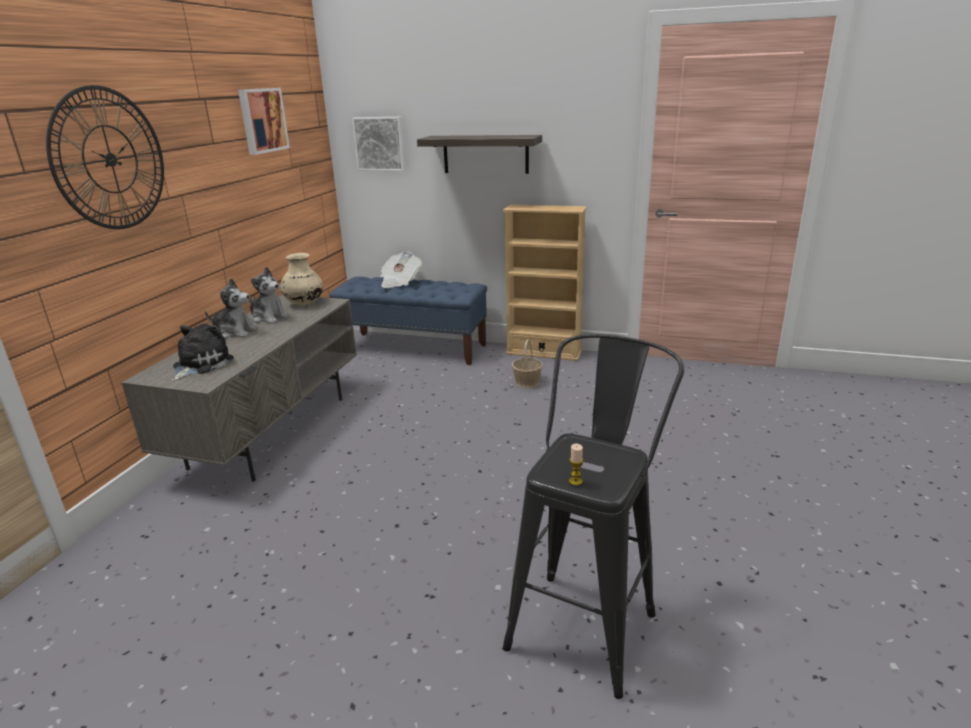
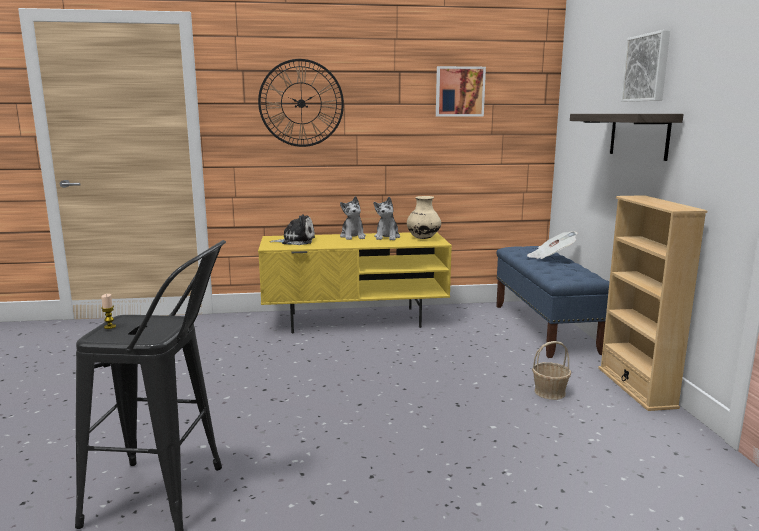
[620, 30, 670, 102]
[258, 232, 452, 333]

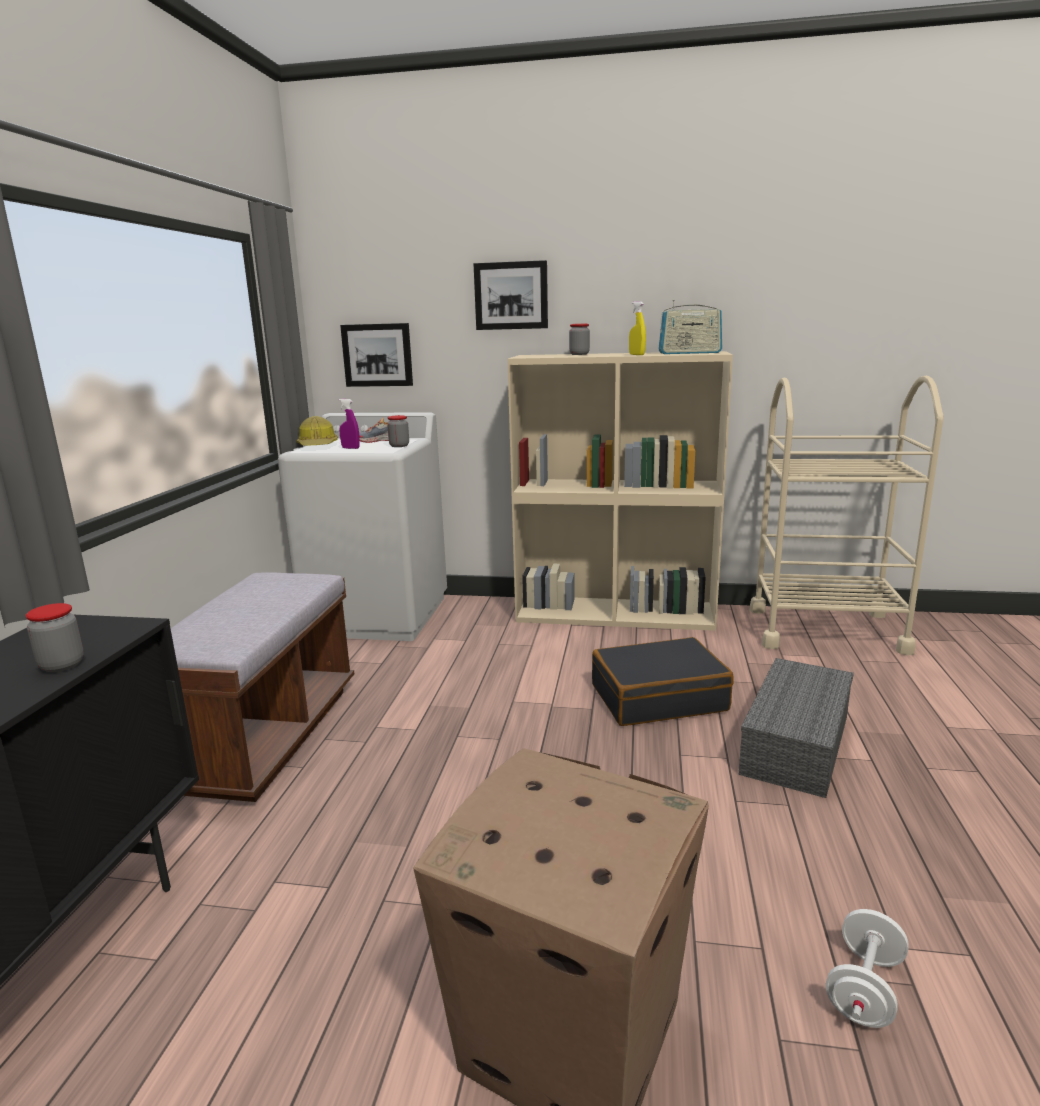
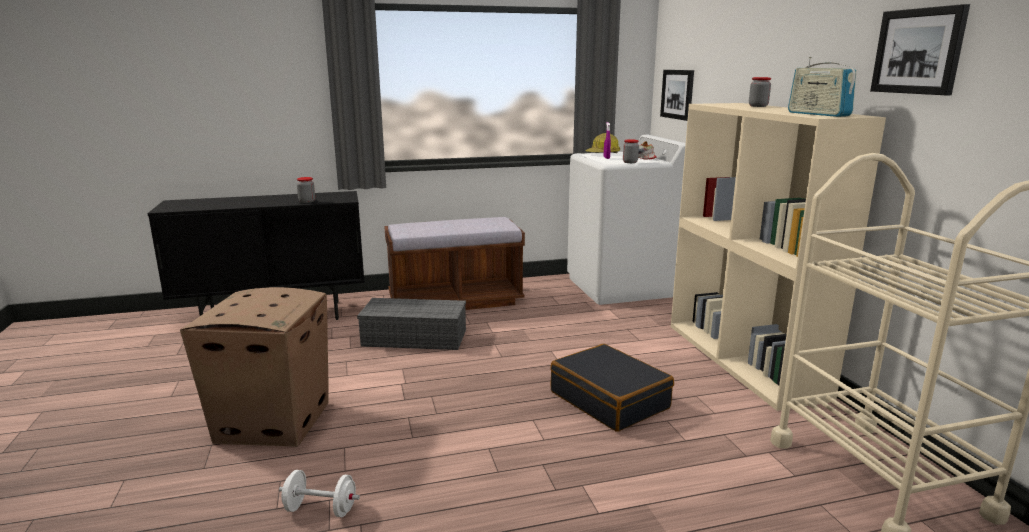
[870, 4, 970, 95]
[629, 301, 646, 355] (first image)
[357, 298, 466, 350]

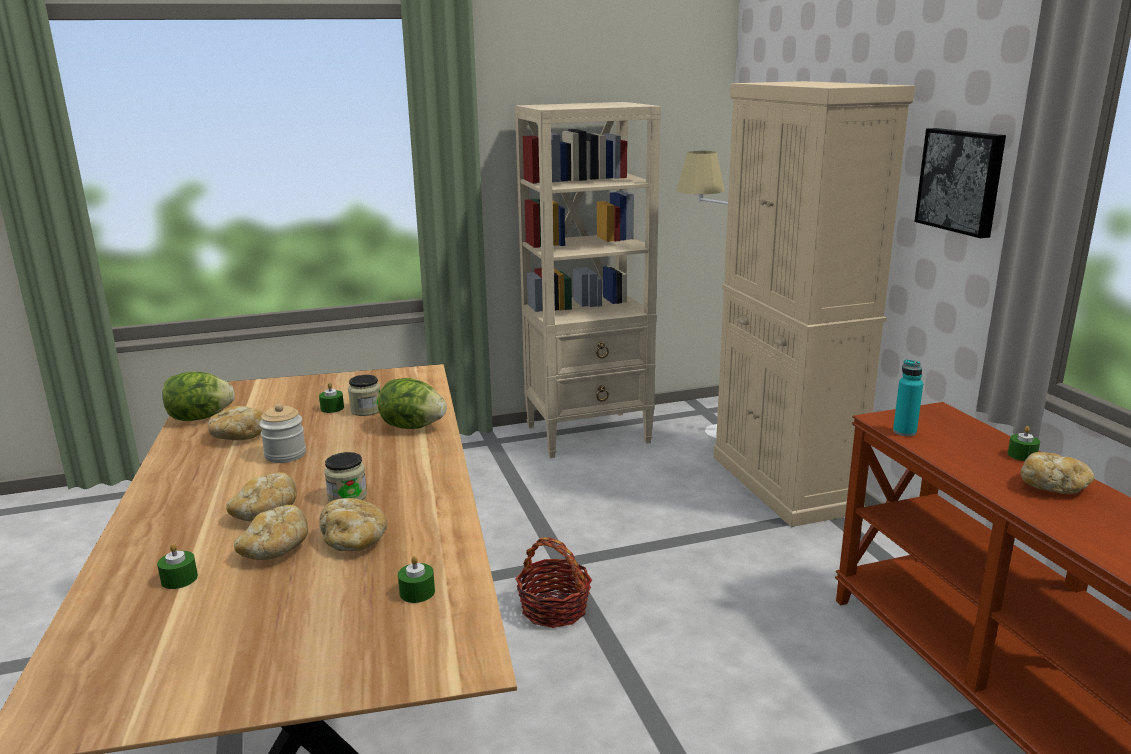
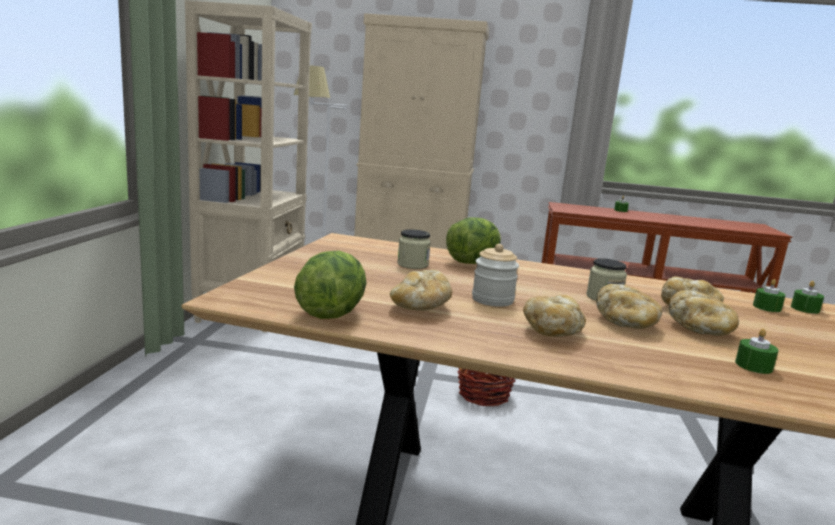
[914, 128, 1006, 238] (first image)
[893, 360, 923, 436] (first image)
[791, 281, 824, 314]
[523, 295, 586, 337]

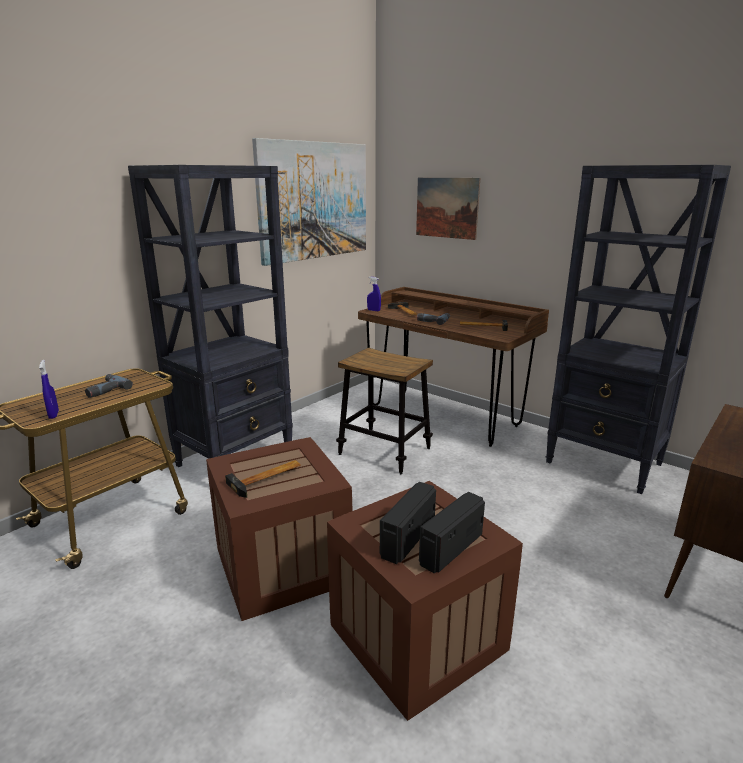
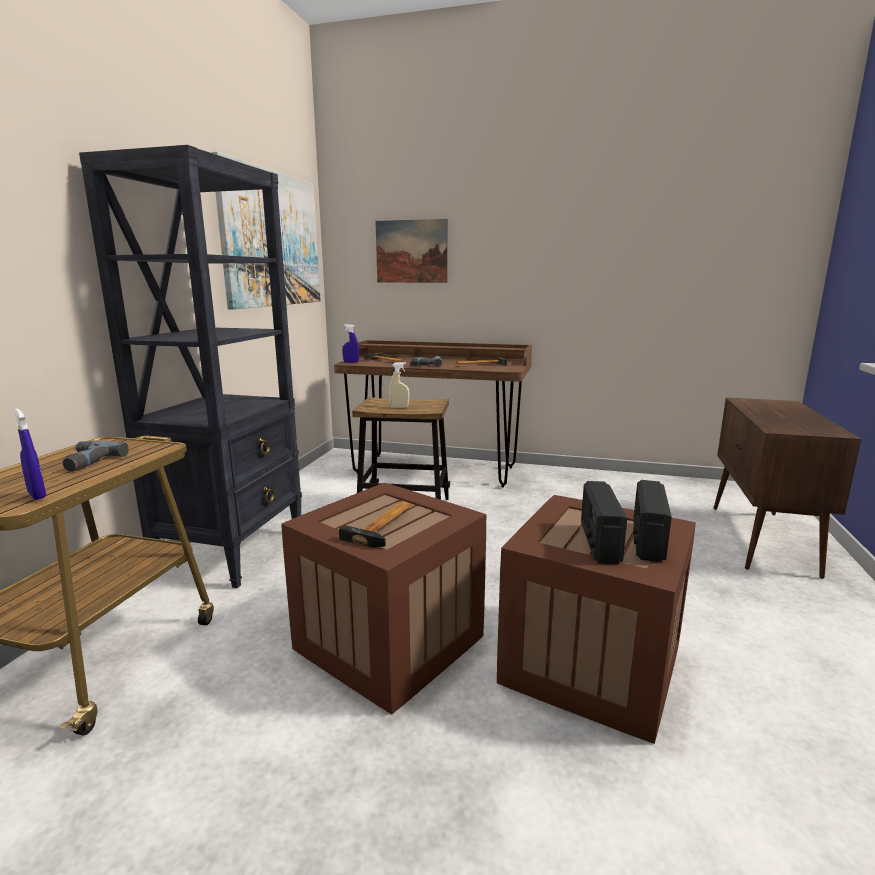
[546, 165, 731, 494] (first image)
[389, 362, 409, 408]

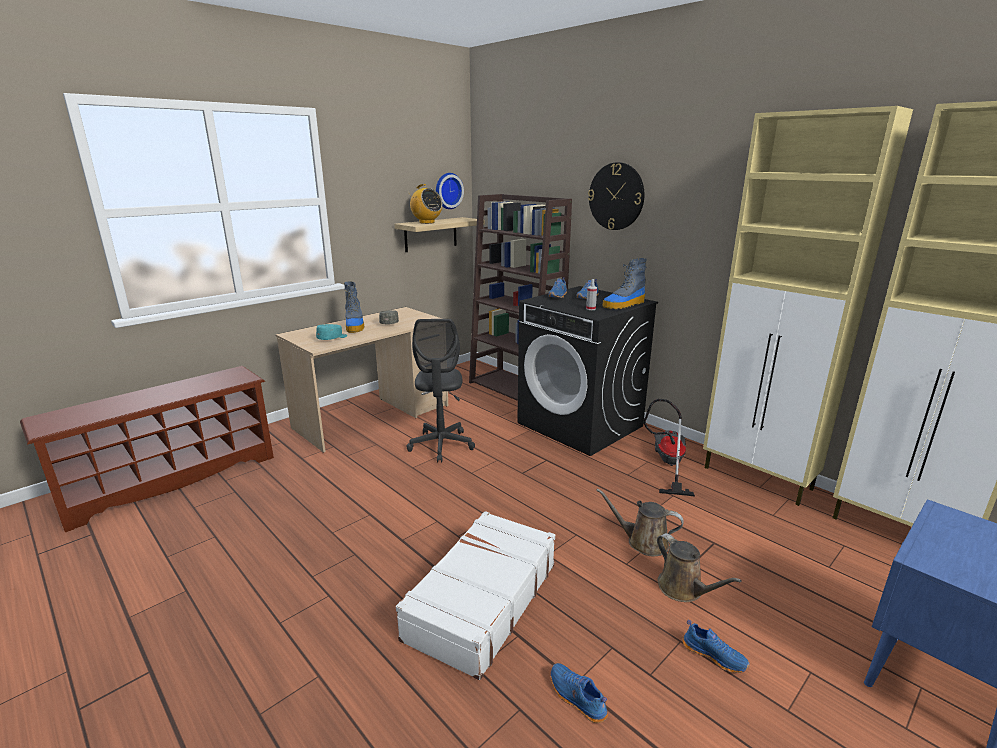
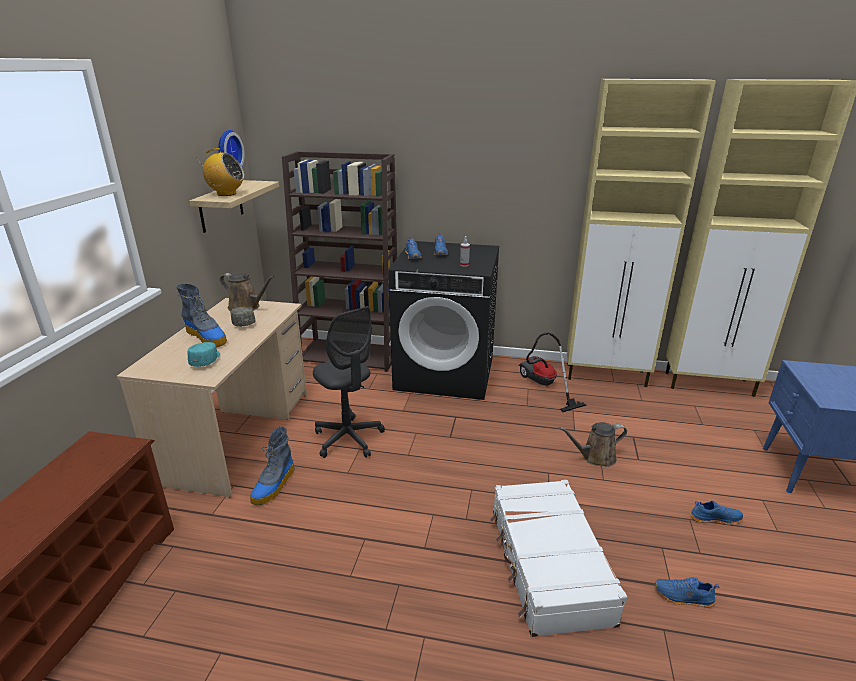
[588, 162, 644, 230] (first image)
[250, 426, 295, 505]
[220, 273, 274, 312]

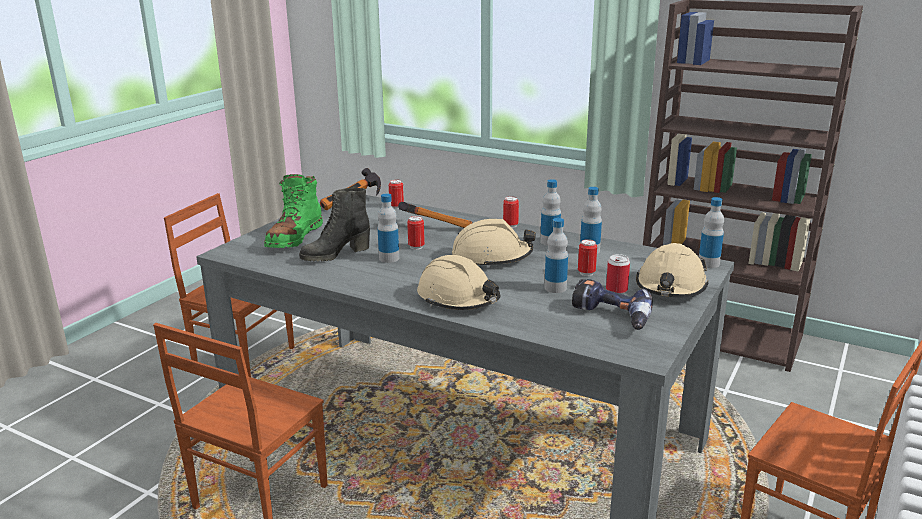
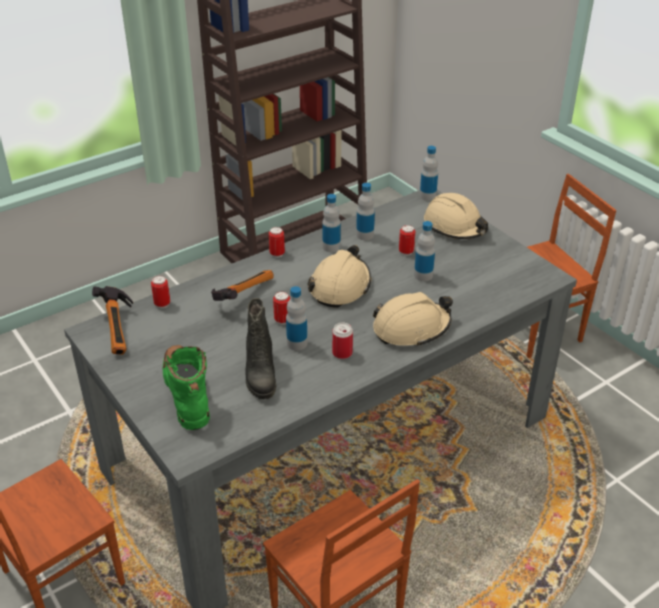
[162, 345, 210, 430]
[332, 323, 353, 359]
[572, 279, 653, 330] (first image)

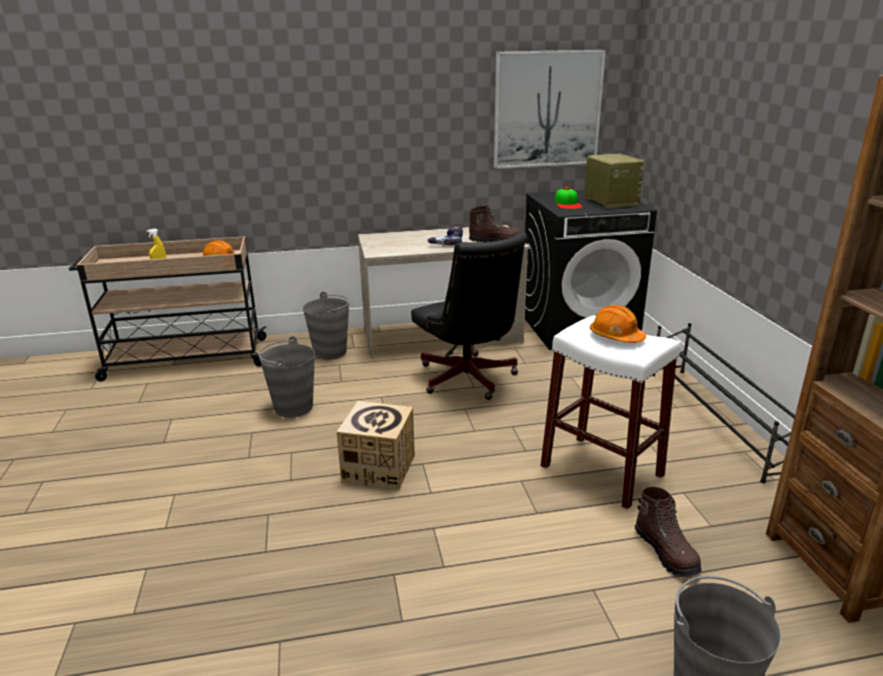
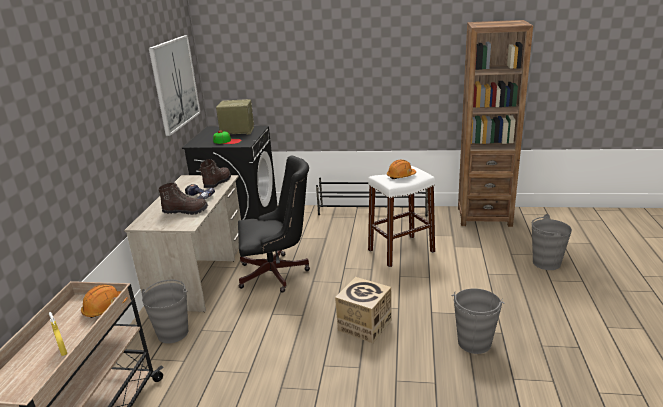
[452, 289, 505, 354]
[158, 183, 208, 215]

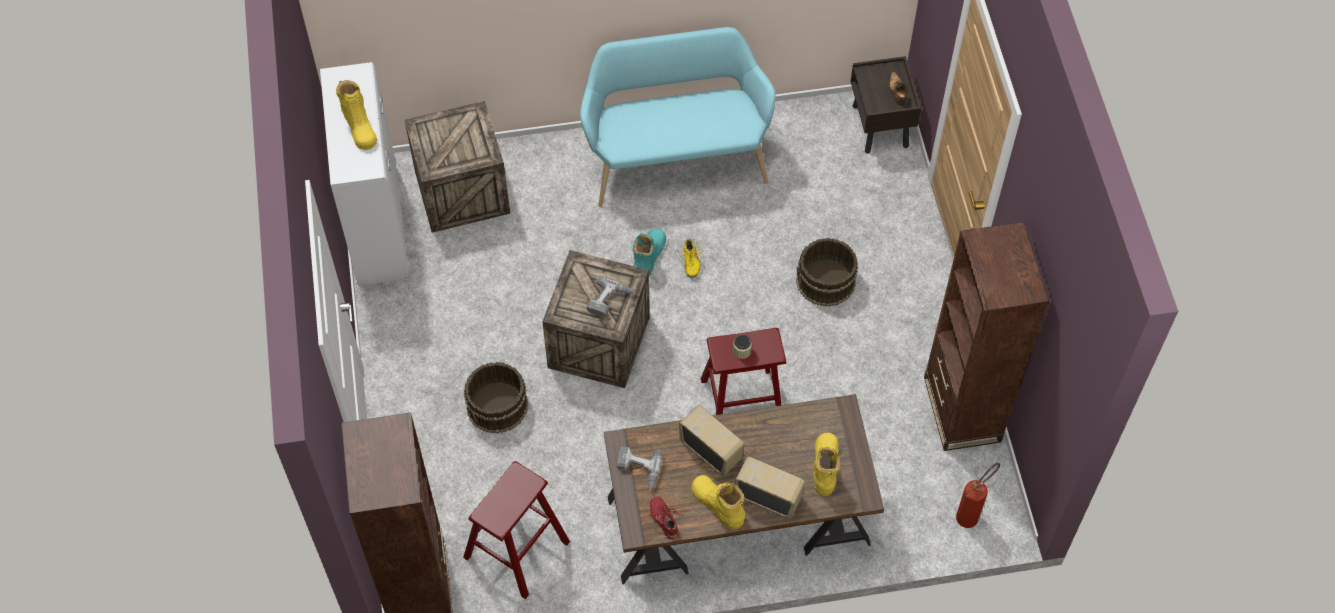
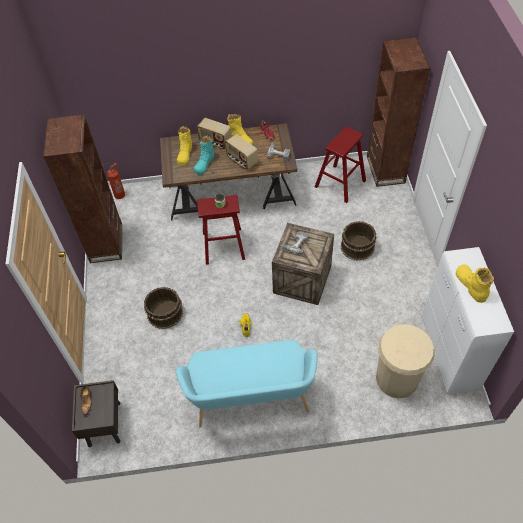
[376, 324, 435, 398]
[193, 135, 215, 175]

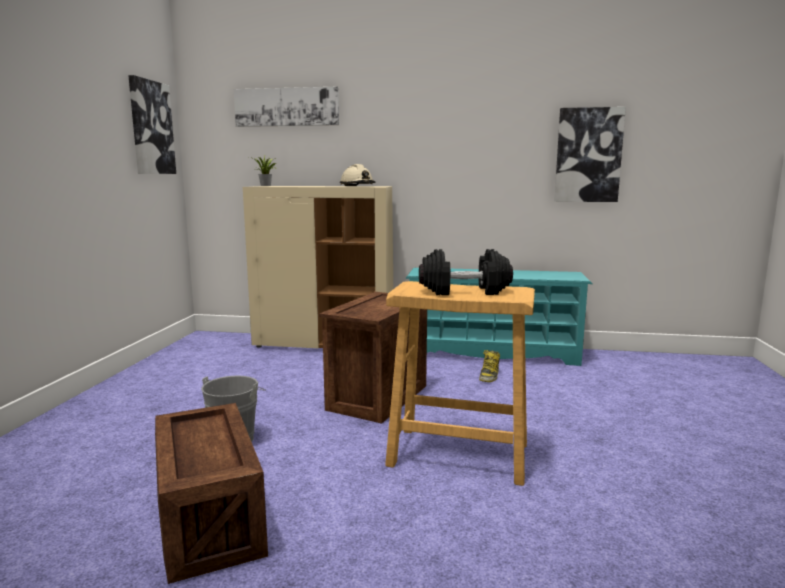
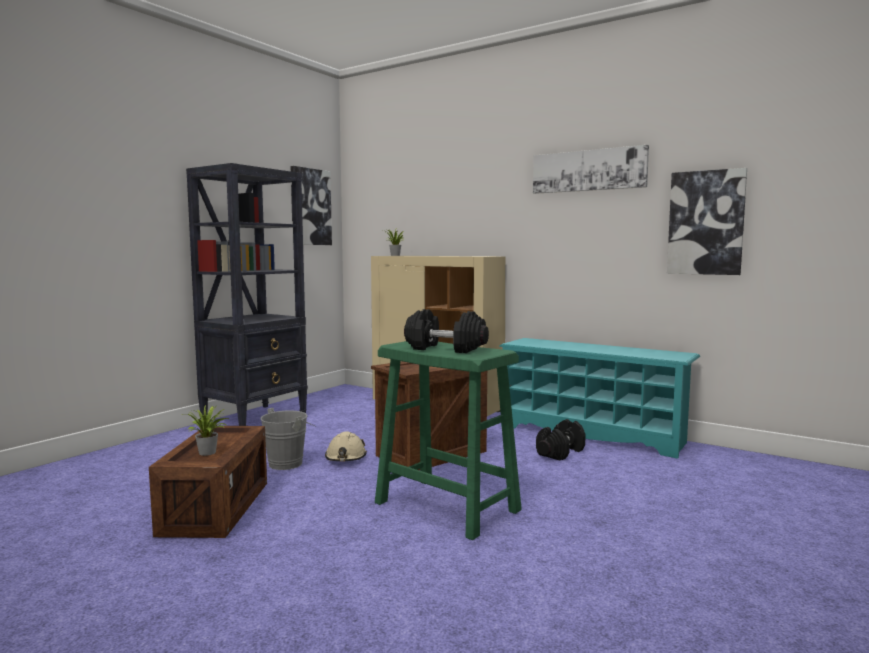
[533, 145, 649, 194]
[325, 432, 367, 461]
[375, 341, 522, 540]
[536, 419, 585, 461]
[186, 163, 308, 426]
[182, 404, 229, 456]

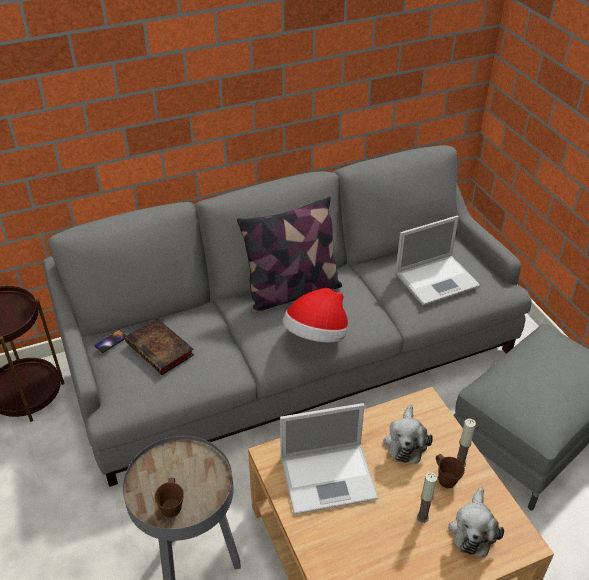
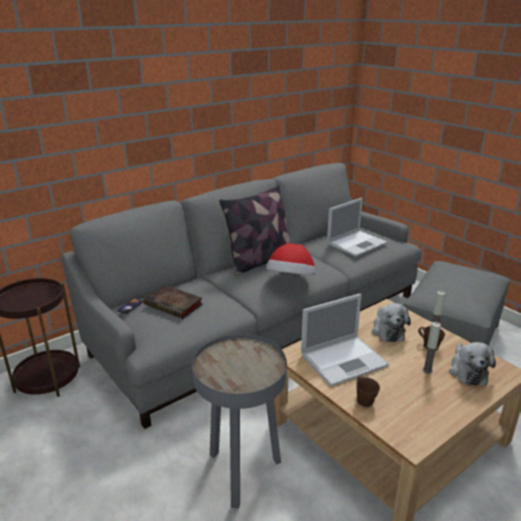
[356, 376, 380, 407]

